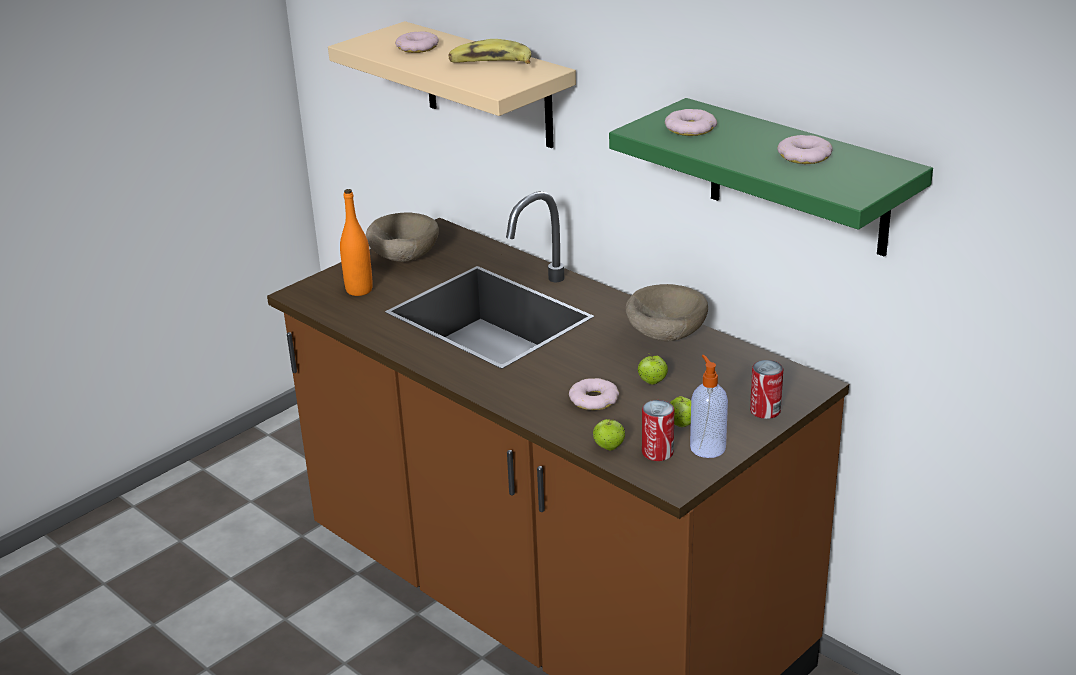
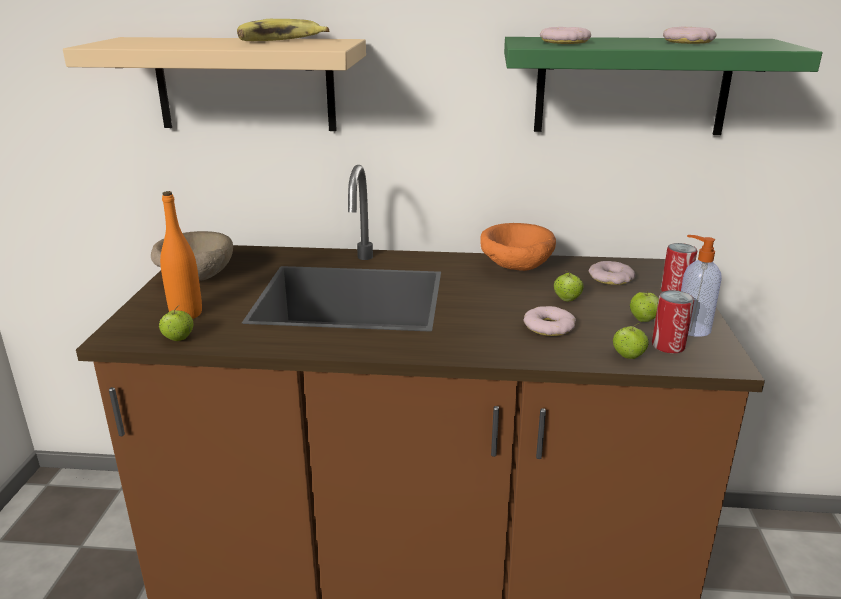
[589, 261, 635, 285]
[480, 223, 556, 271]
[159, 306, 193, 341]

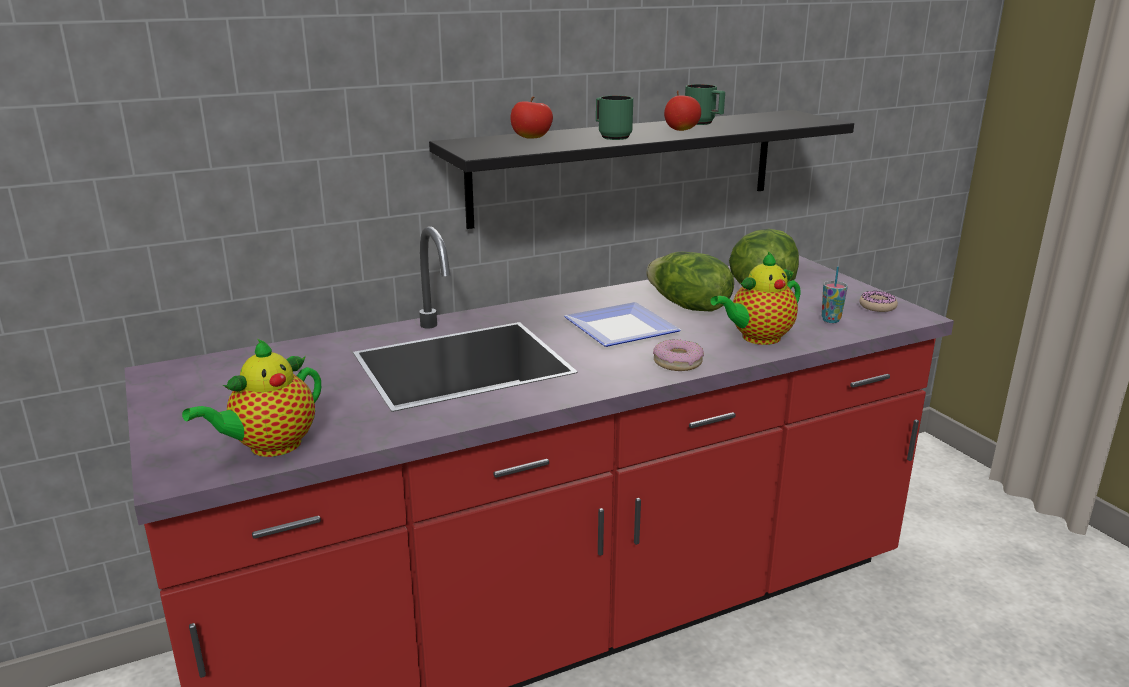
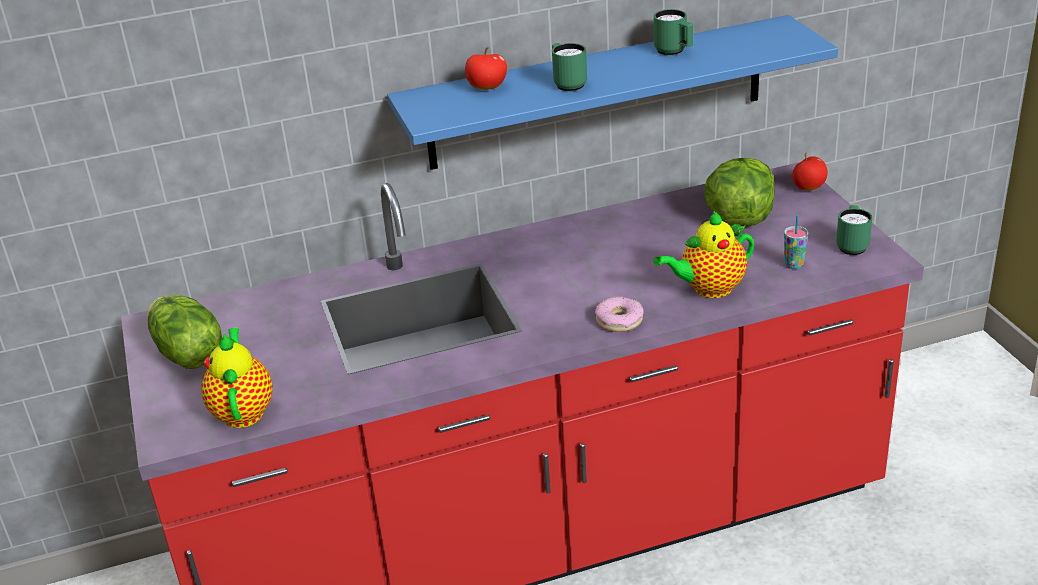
[792, 153, 827, 190]
[387, 15, 838, 170]
[148, 295, 222, 369]
[836, 205, 872, 255]
[564, 302, 681, 347] (first image)
[201, 328, 273, 428]

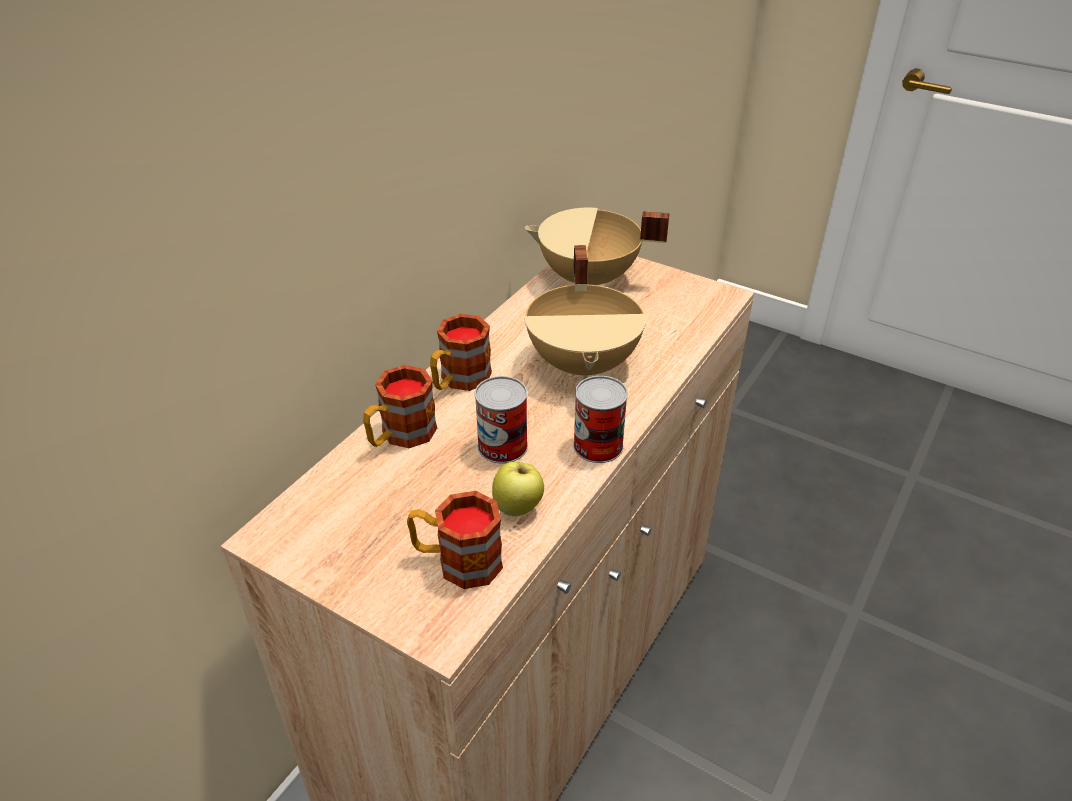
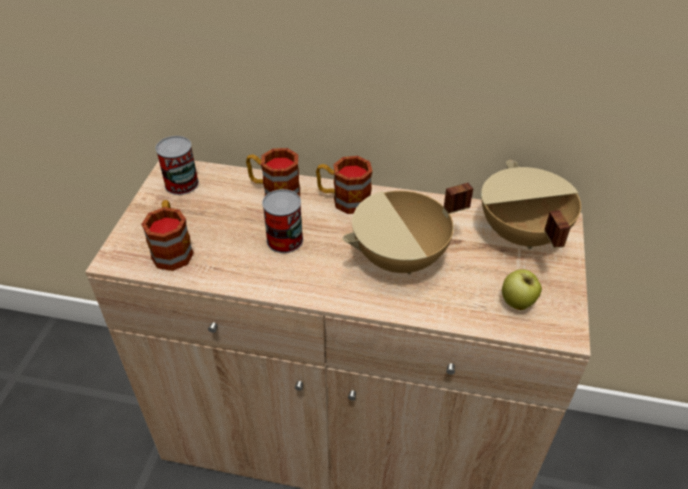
[155, 136, 199, 195]
[502, 269, 542, 310]

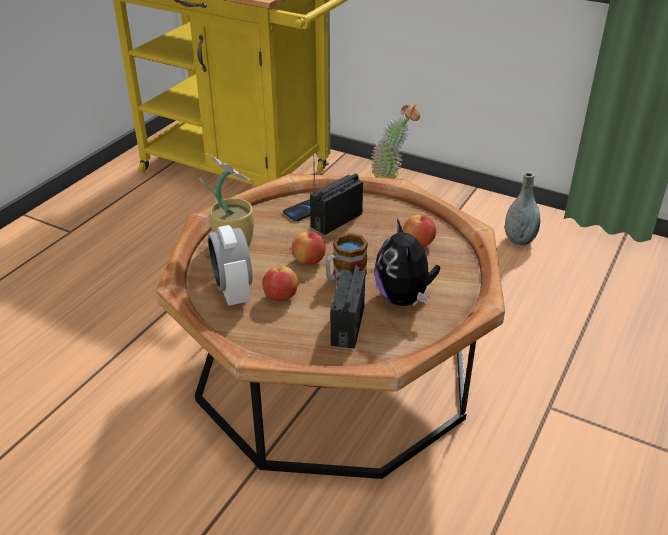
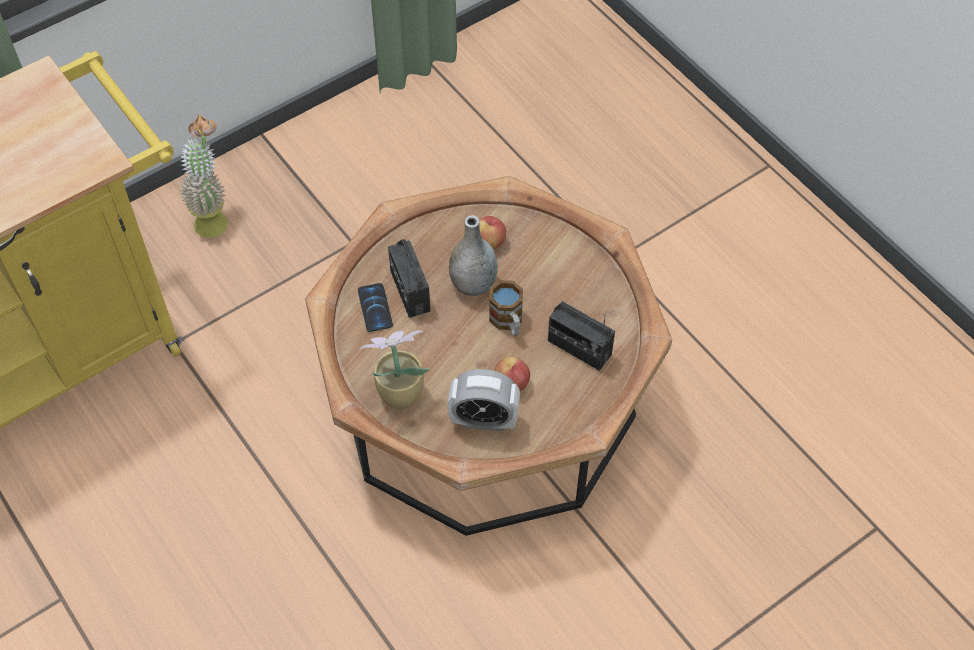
[449, 215, 498, 296]
[375, 219, 440, 306] (first image)
[292, 231, 326, 265] (first image)

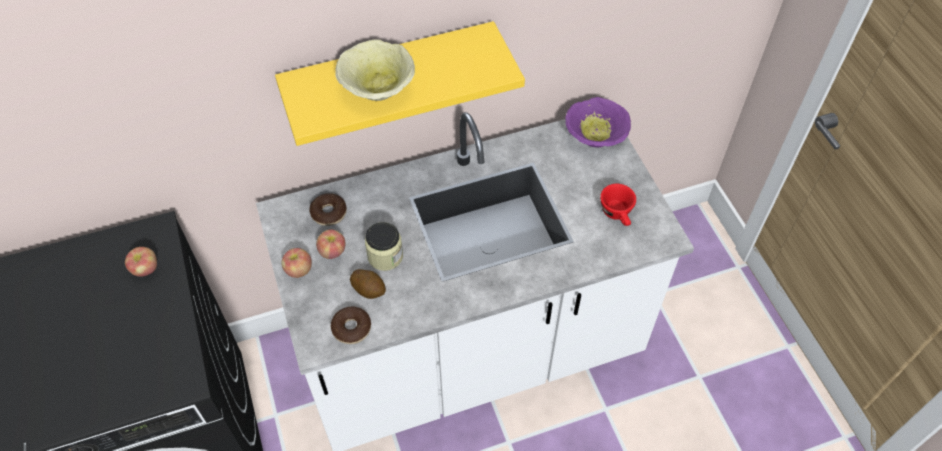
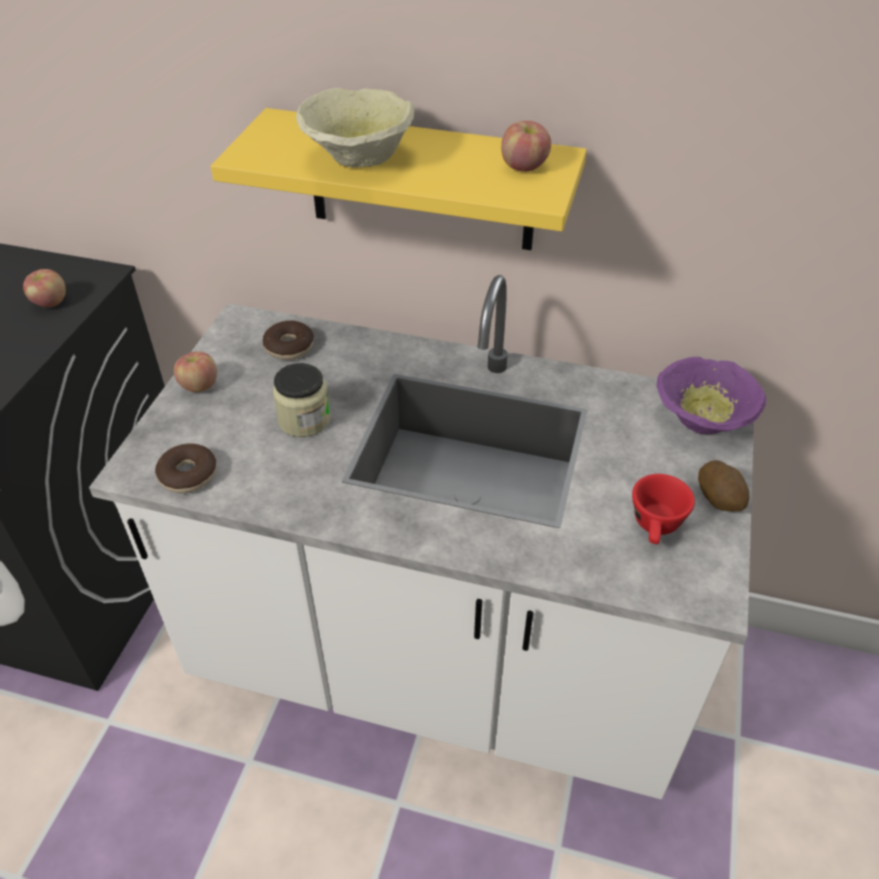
[501, 121, 551, 172]
[698, 460, 749, 511]

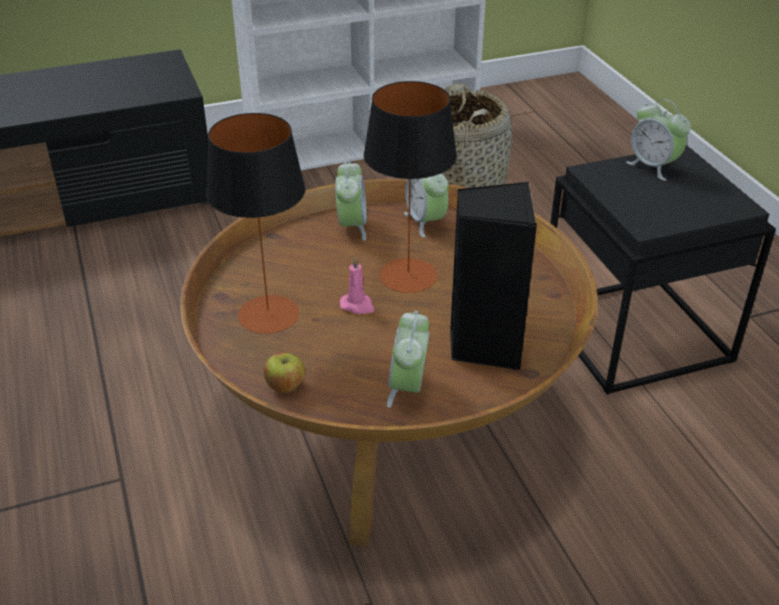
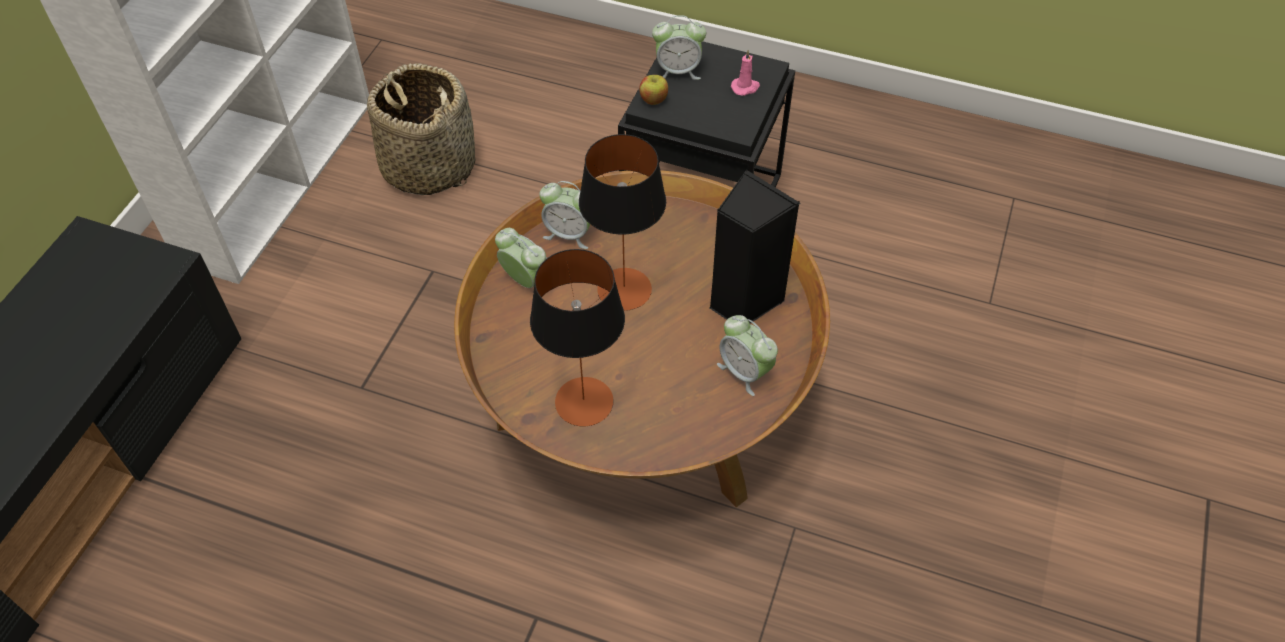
[731, 50, 760, 96]
[639, 75, 668, 105]

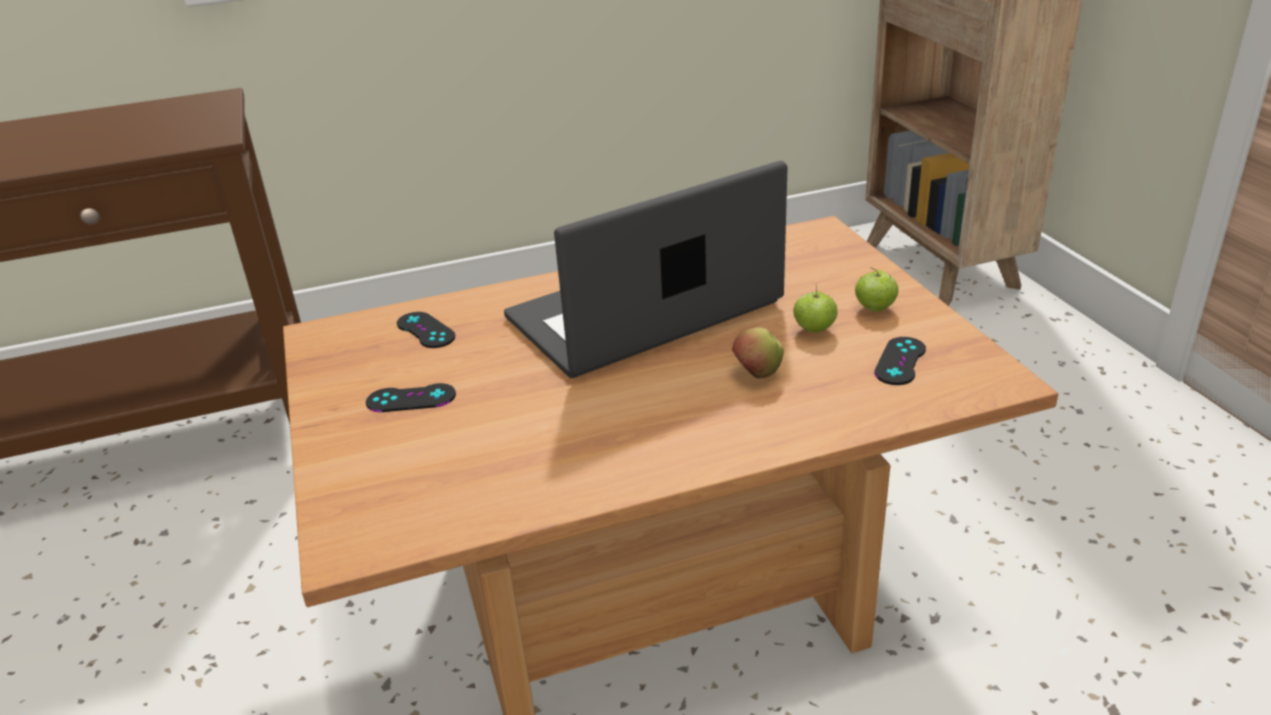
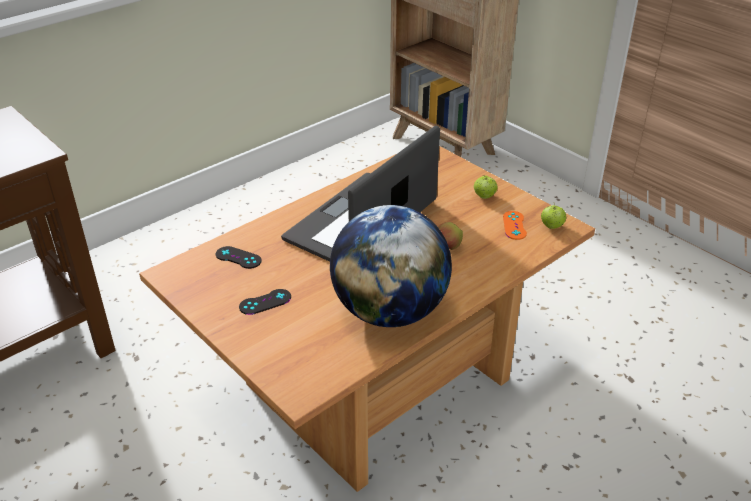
[541, 203, 566, 229]
[503, 211, 527, 240]
[330, 205, 452, 327]

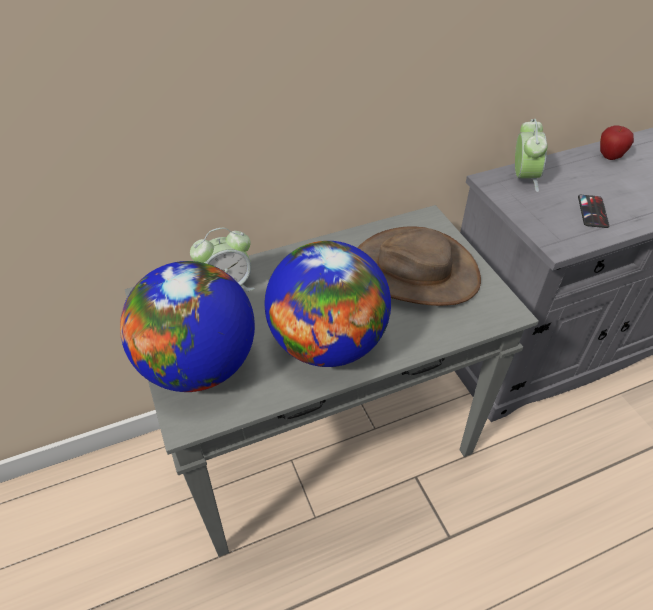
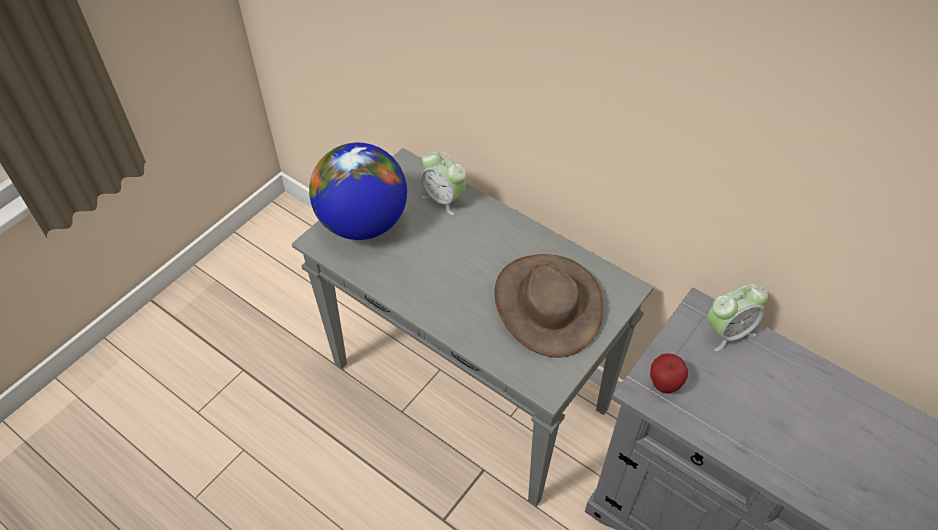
[650, 353, 688, 394]
[578, 195, 609, 228] (first image)
[265, 241, 391, 367] (first image)

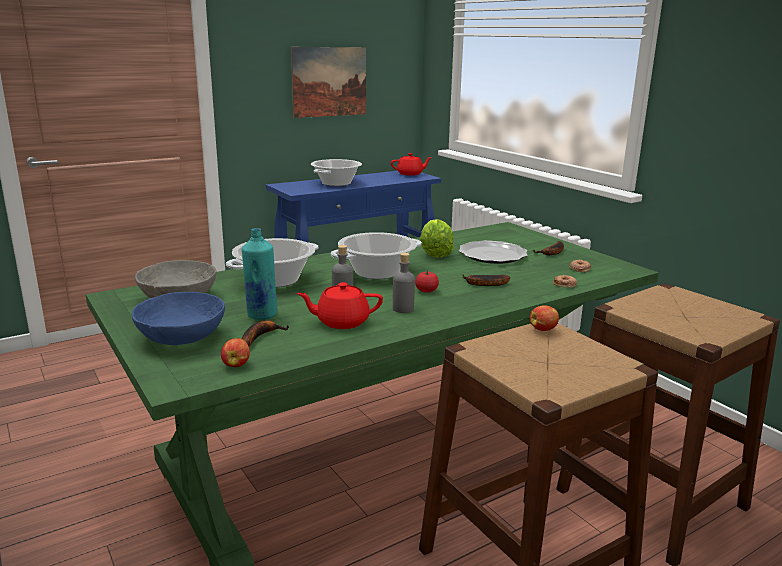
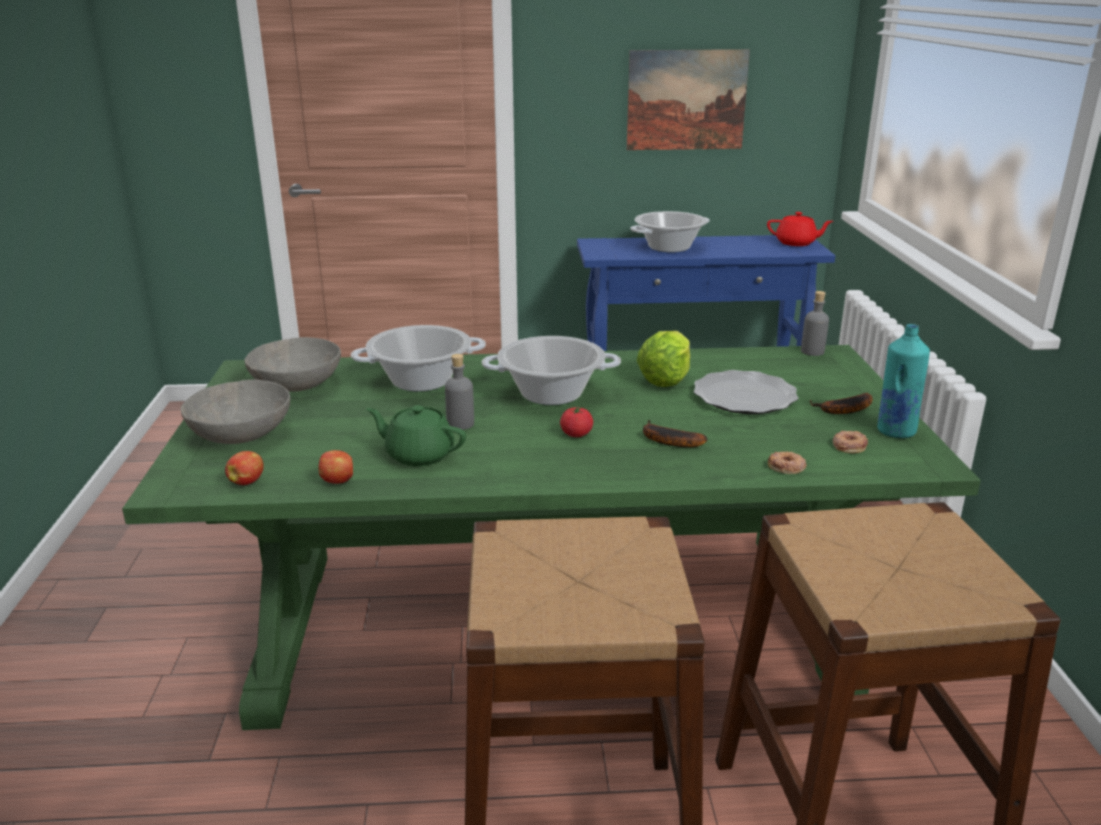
[877, 324, 930, 438]
[801, 291, 829, 356]
[366, 405, 466, 466]
[181, 380, 290, 444]
[319, 450, 353, 484]
[242, 320, 289, 347] (first image)

